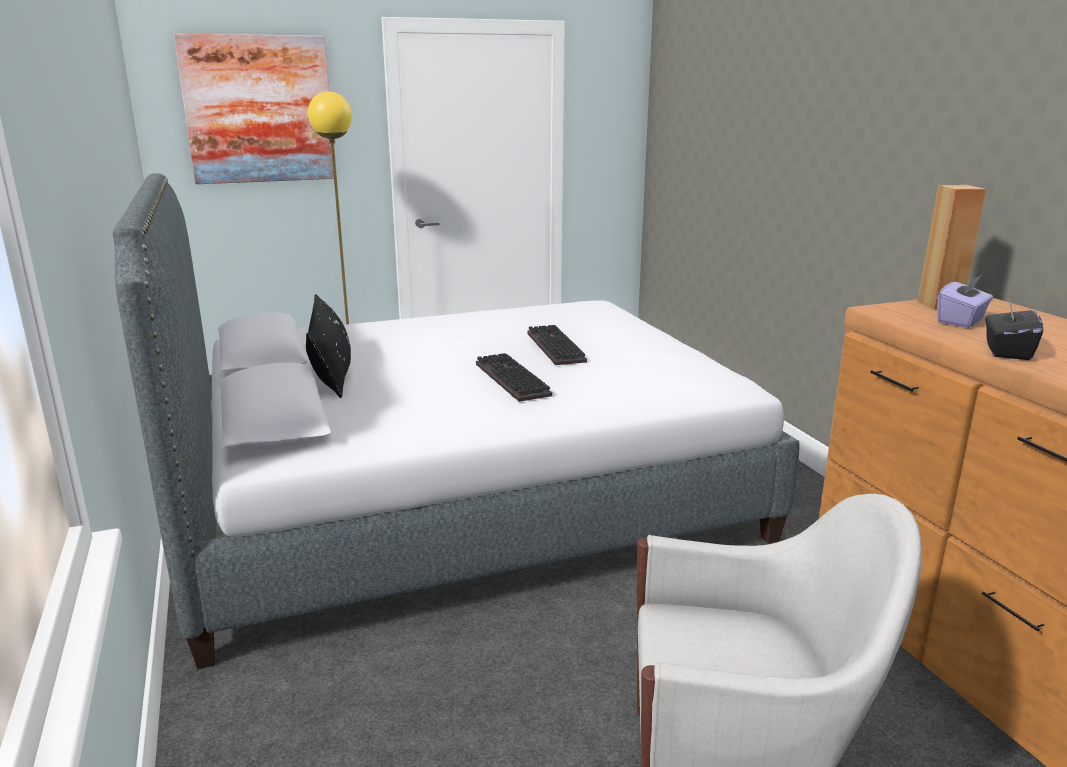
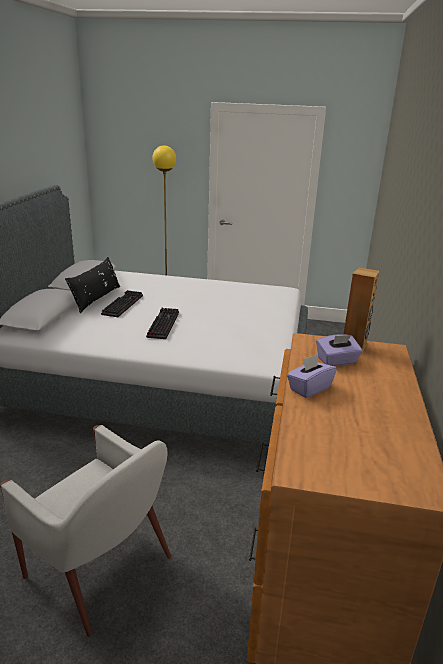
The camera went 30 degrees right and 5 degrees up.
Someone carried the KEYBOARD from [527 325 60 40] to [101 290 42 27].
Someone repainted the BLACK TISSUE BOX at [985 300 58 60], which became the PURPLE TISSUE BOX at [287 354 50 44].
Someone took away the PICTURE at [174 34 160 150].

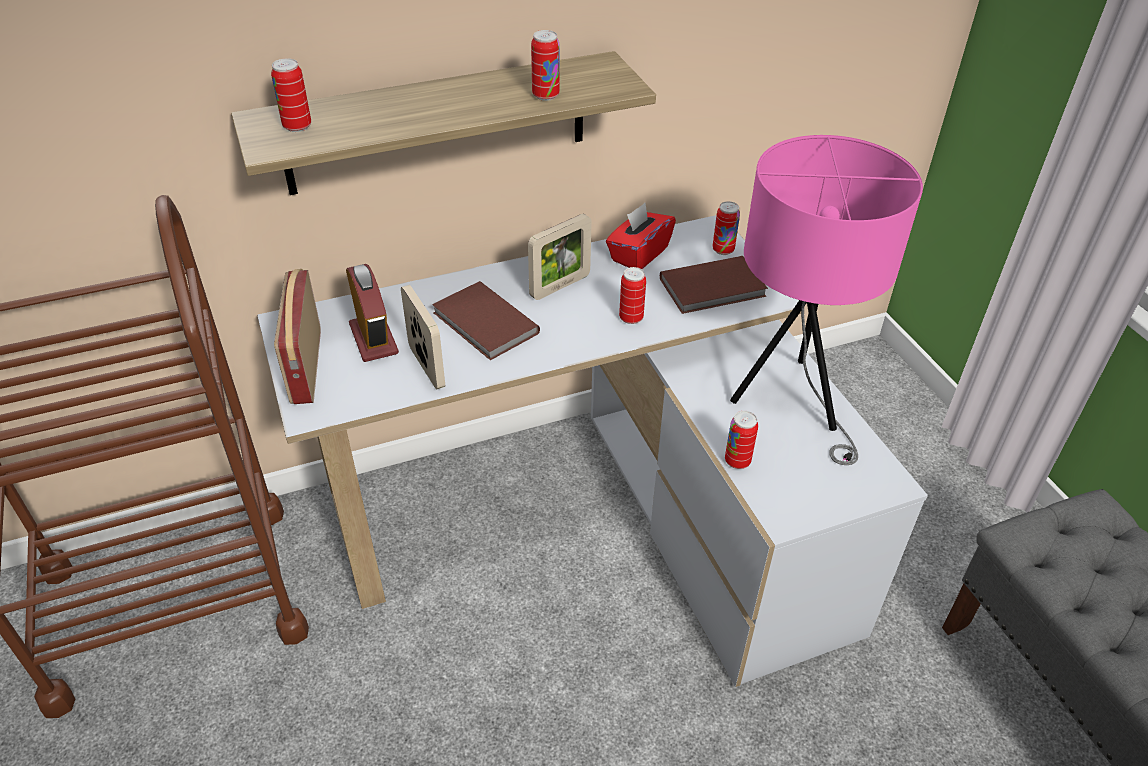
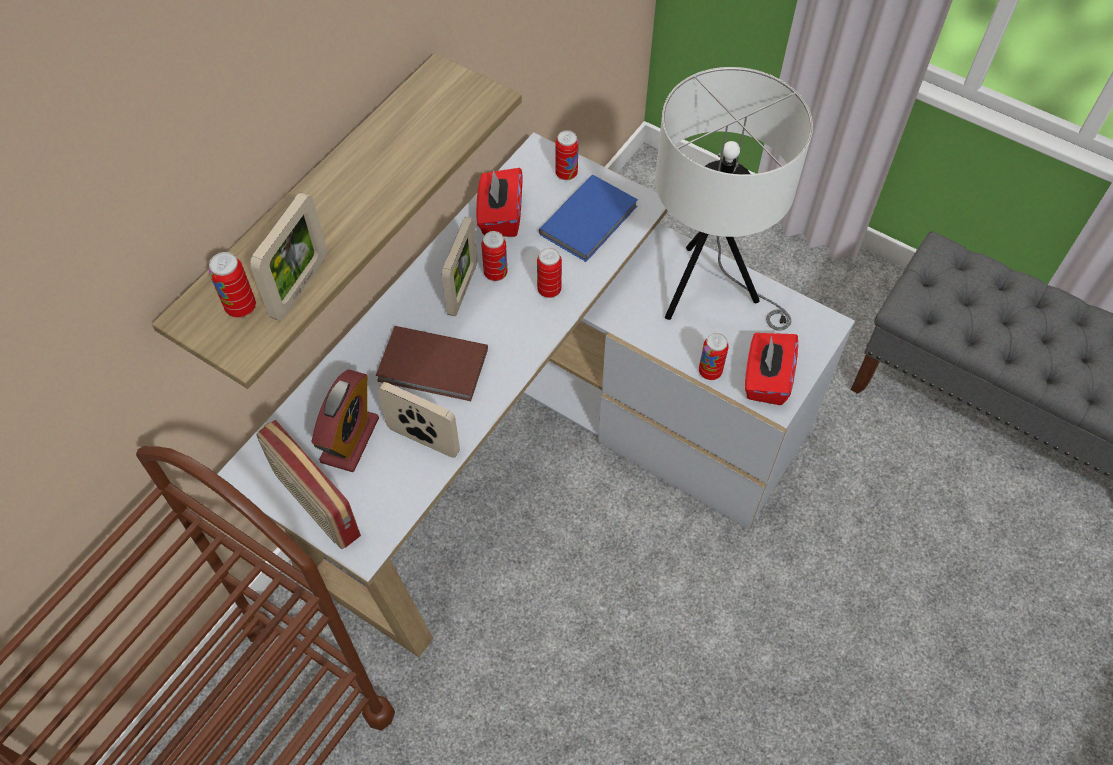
The camera went 35 degrees left and 15 degrees up.
Someone put down the PICTURE FRAME at [250 193 77 128].
Someone rotated the ALARM CLOCK at [346 264 53 98] by 75 degrees clockwise.
Someone carried the CAN from [531 30 29 71] to [481 231 27 50].
Someone repainted the BROWN BOOK at [660 256 108 58], which became the BLUE BOOK at [539 175 99 87].
Someone repainted the PINK TABLE LAMP at [730 135 193 330], which became the WHITE TABLE LAMP at [655 67 158 264].
Someone put down the RED TISSUE BOX at [745 333 53 72].

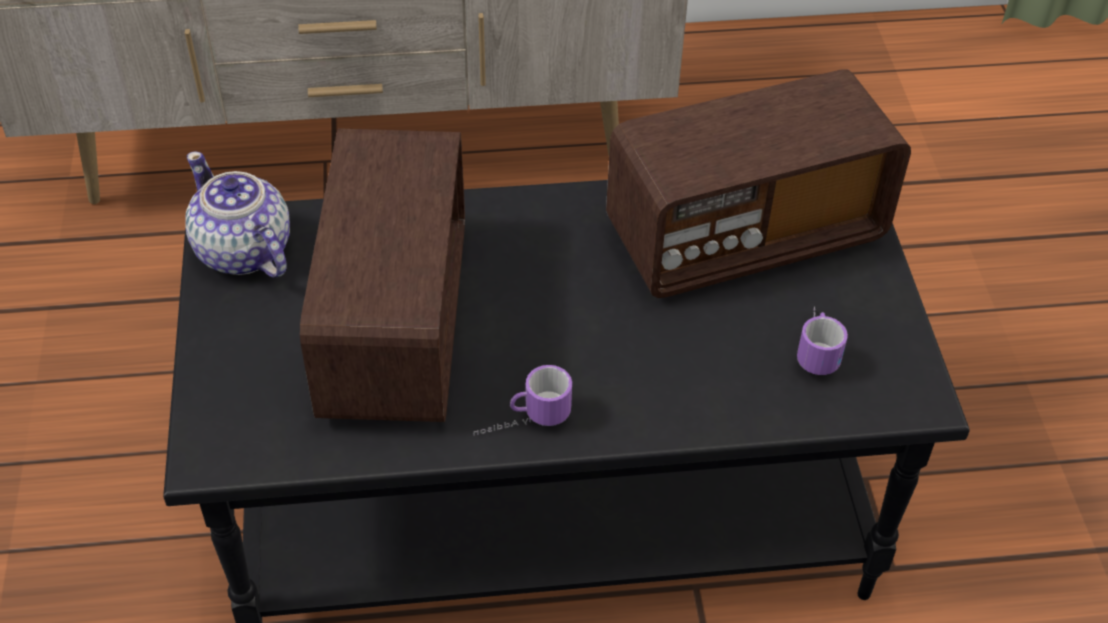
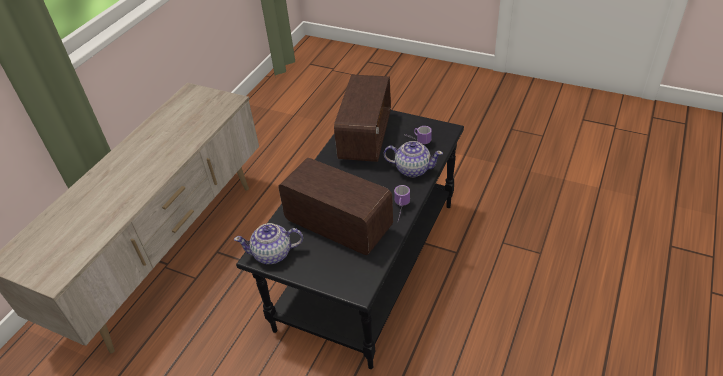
The camera went 55 degrees left and 5 degrees down.
Someone put down the TEAPOT at [384 141 59 36].

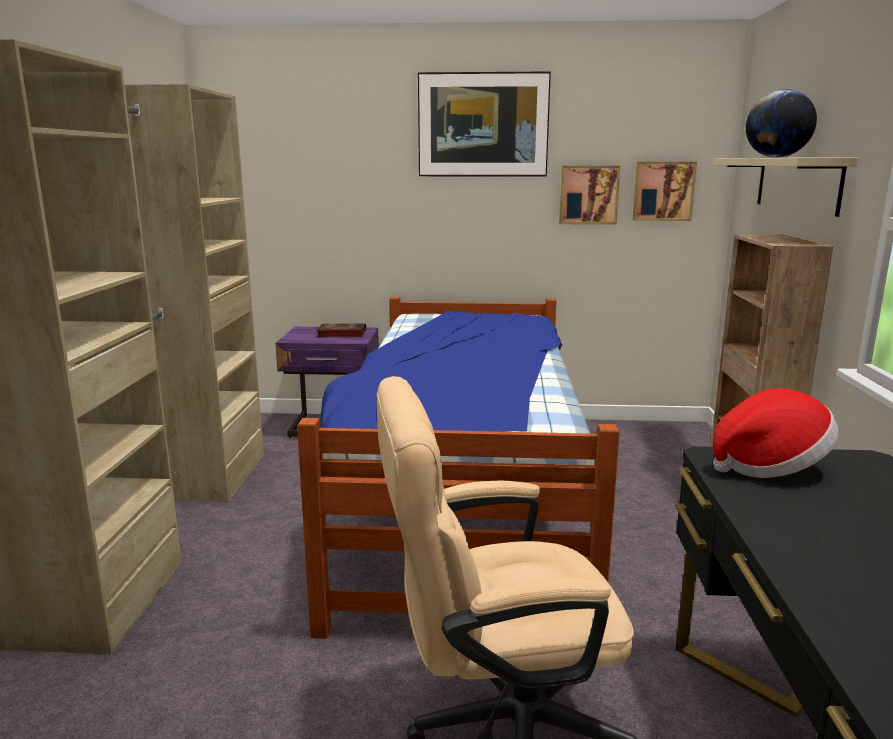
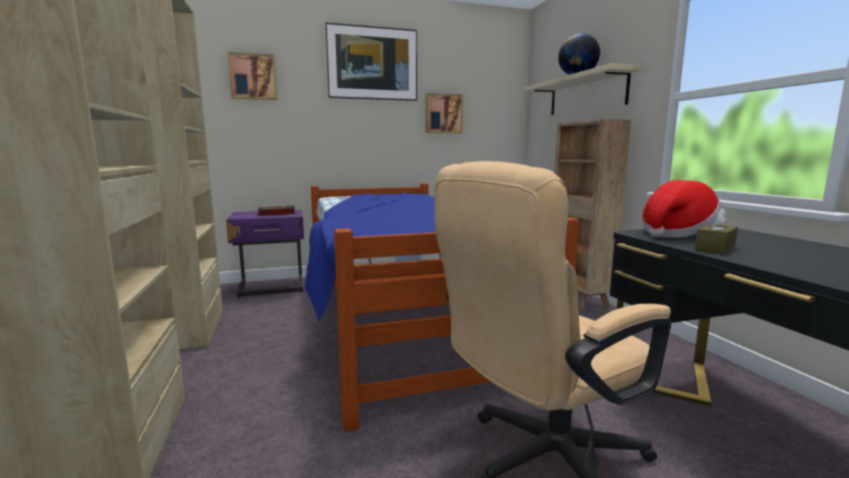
The camera went 20 degrees left and 5 degrees down.
Someone carried the PICTURE from [633 162 64 59] to [228 52 49 48].
Someone put down the BROWN TISSUE BOX at [695 208 43 46].

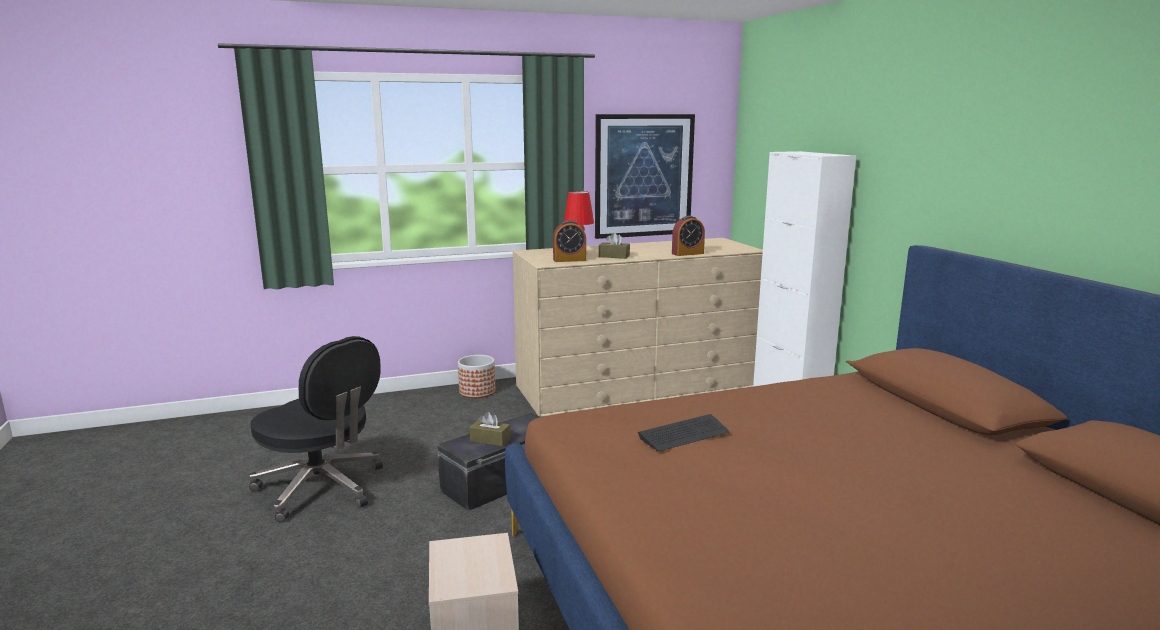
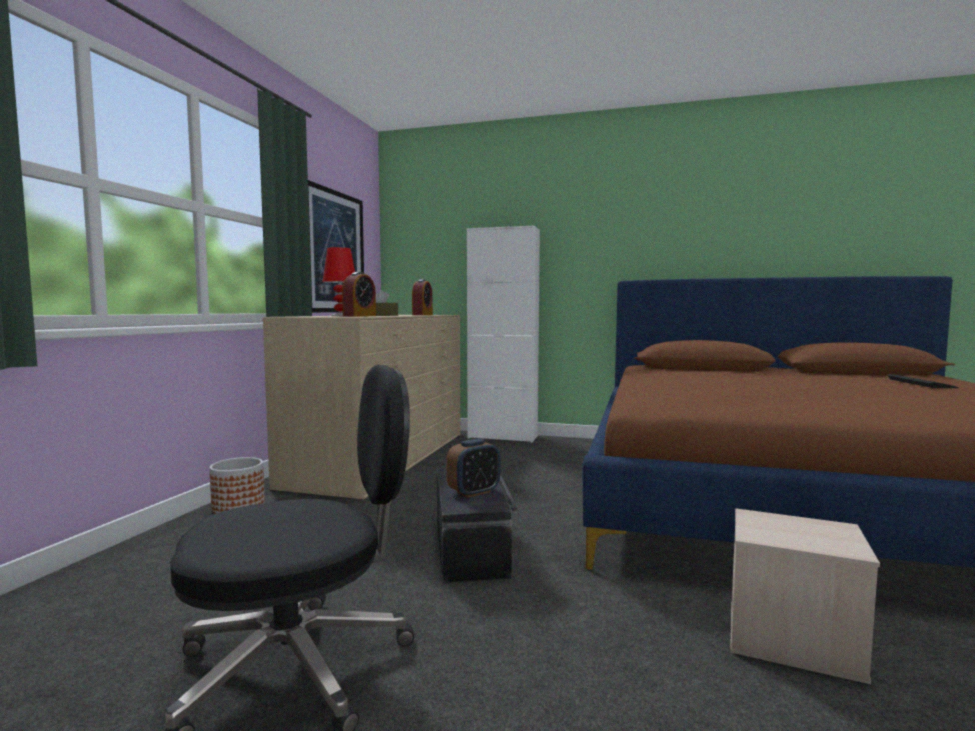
The camera went 55 degrees left and 10 degrees down.
Someone swapped the BROWN TISSUE BOX at [469 412 42 35] for the ALARM CLOCK at [446 439 54 59].
Someone carried the KEYBOARD from [638 414 91 37] to [887 374 72 14].

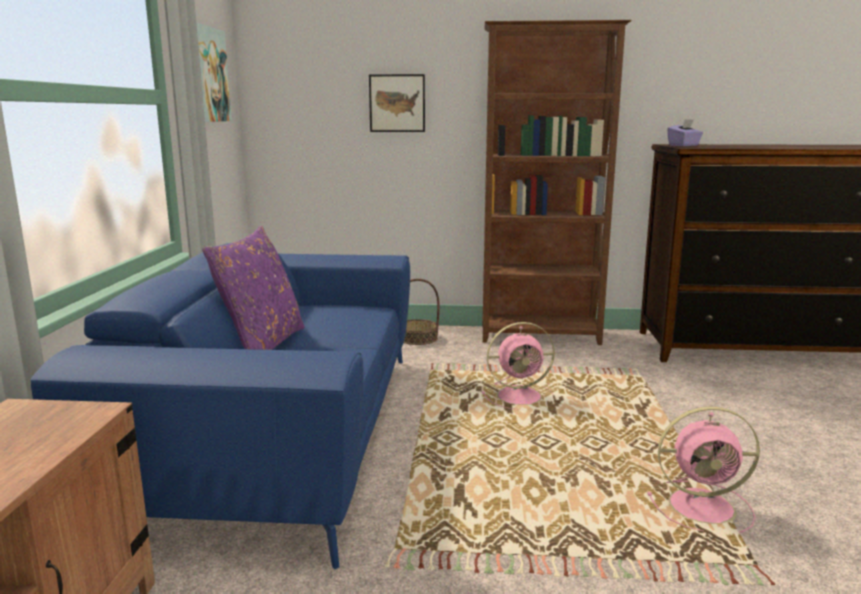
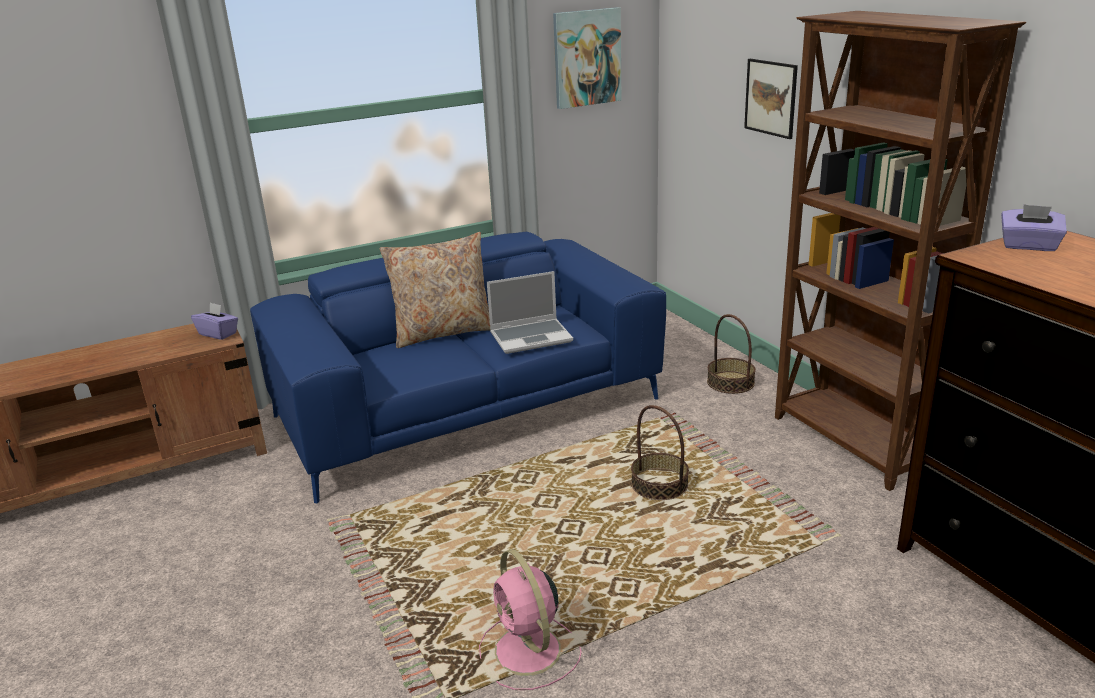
The camera went 60 degrees right and 10 degrees up.
Someone put down the PURPLE TISSUE BOX at [191 302 47 38].
Someone repainted the PURPLE PILLOW at [202 226 103 124], which became the BEIGE PILLOW at [380 232 110 116].
Someone put down the LAPTOP at [487 271 86 83].
Someone swapped the PINK FAN at [482 322 73 87] for the BASKET at [631 405 58 95].

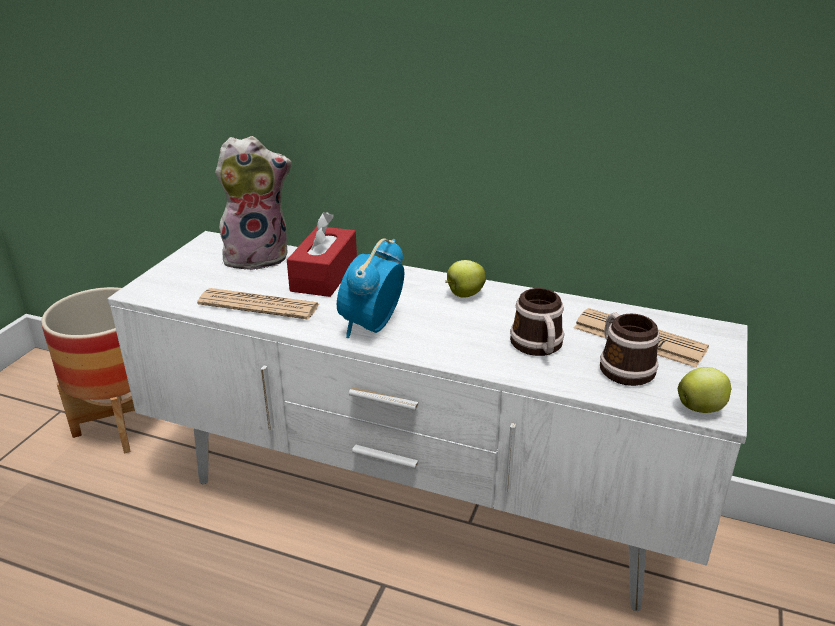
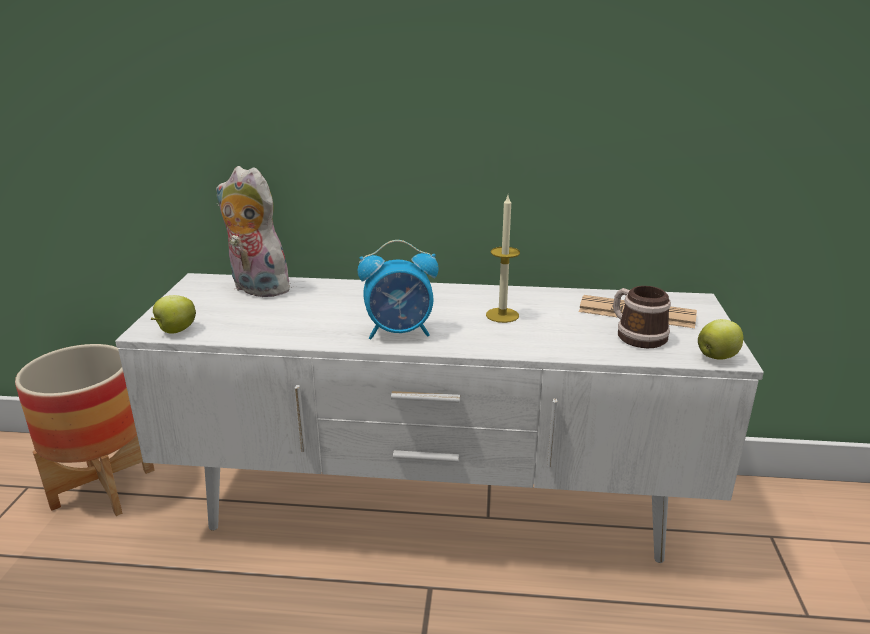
The camera went 15 degrees left and 5 degrees down.
Someone carried the APPLE from [445 260 41 38] to [151 295 45 39].
Someone rotated the PLUSH TOY at [215 136 77 134] by 120 degrees counterclockwise.
Someone rotated the ALARM CLOCK at [337 238 67 100] by 105 degrees counterclockwise.
Someone put down the CANDLE at [486 196 34 127].
Someone took away the NEWSPAPER at [197 288 123 32].
Someone took away the RED TISSUE BOX at [287 212 70 85].
Someone took away the MUG at [510 288 54 68].

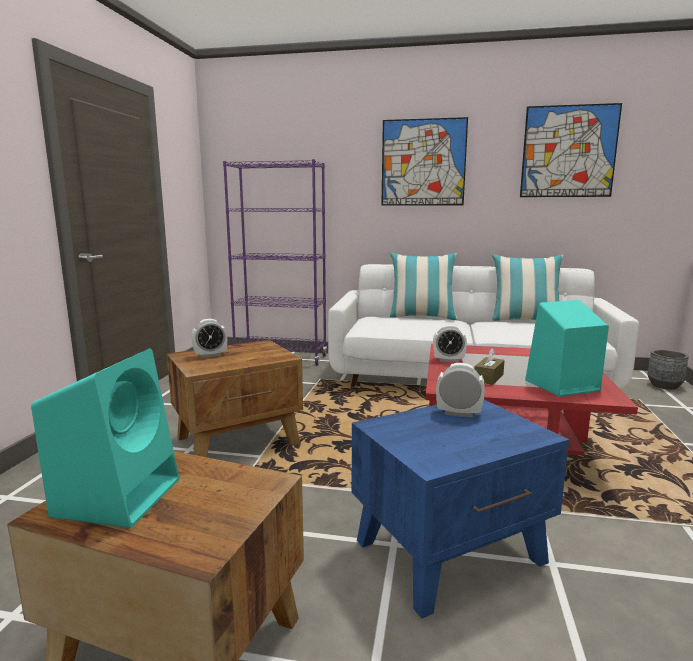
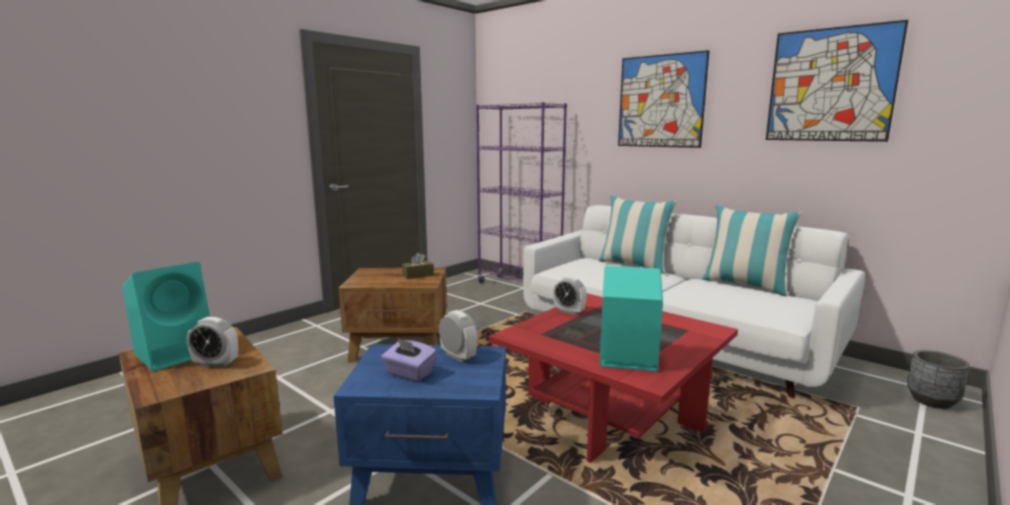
The camera went 30 degrees right and 0 degrees up.
Someone carried the ALARM CLOCK from [191 319 36 39] to [187 317 51 51].
Someone put down the PURPLE TISSUE BOX at [381 338 56 44].
Someone carried the BROWN TISSUE BOX from [474 348 31 37] to [402 252 32 27].

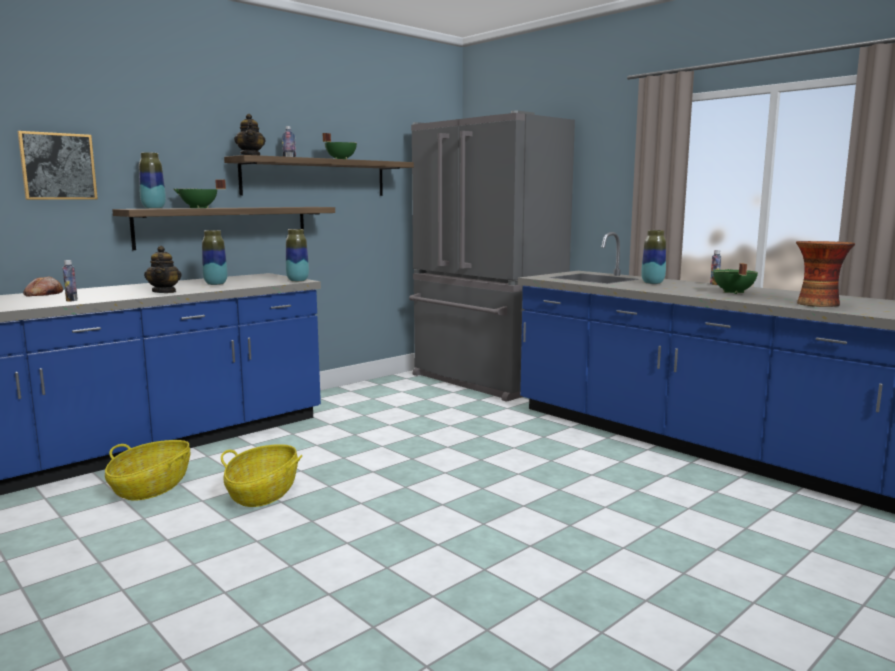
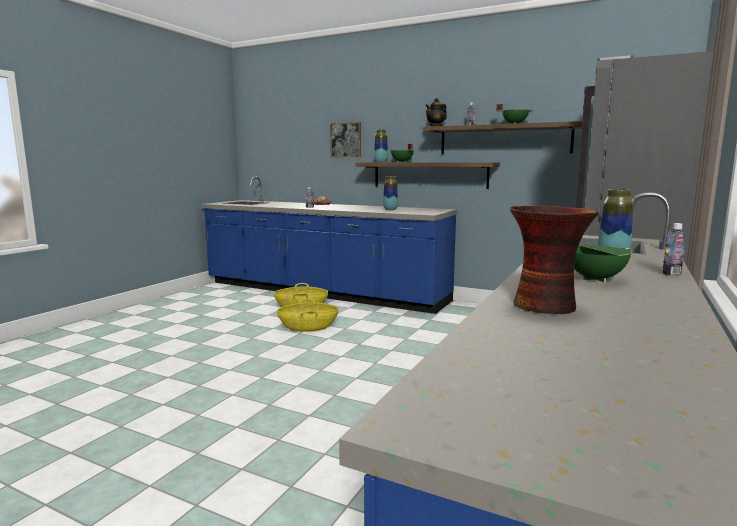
The camera went 70 degrees right and 0 degrees up.
Someone took away the TEAPOT at [144 246 37 47].
Someone took away the VASE at [286 229 23 53].

